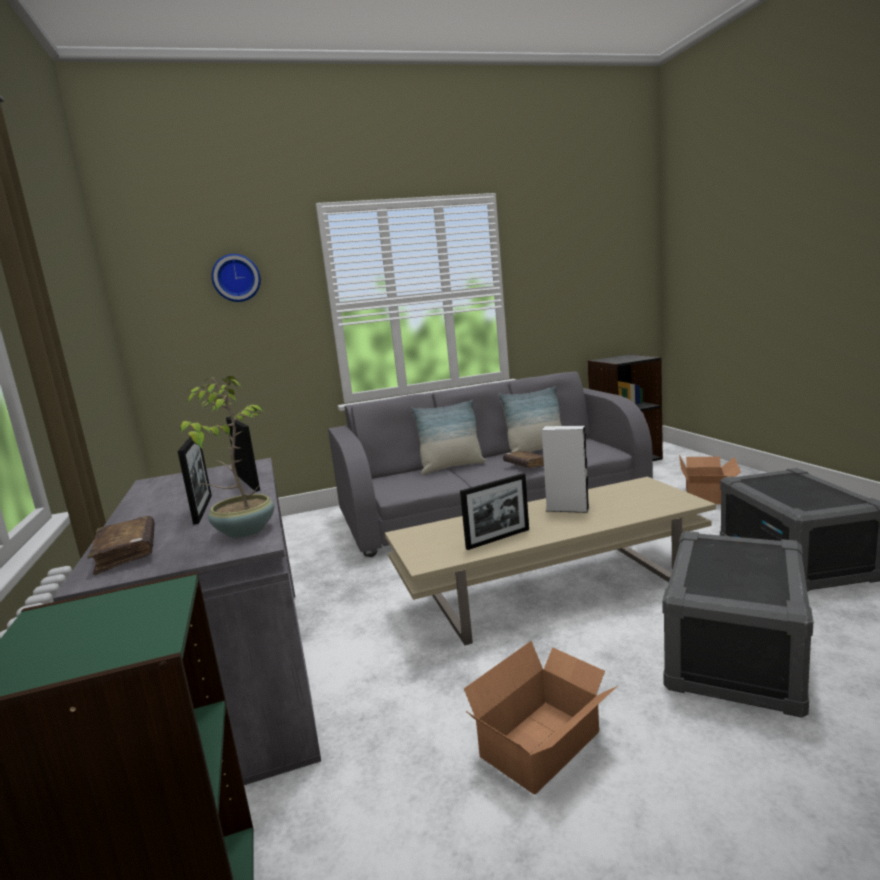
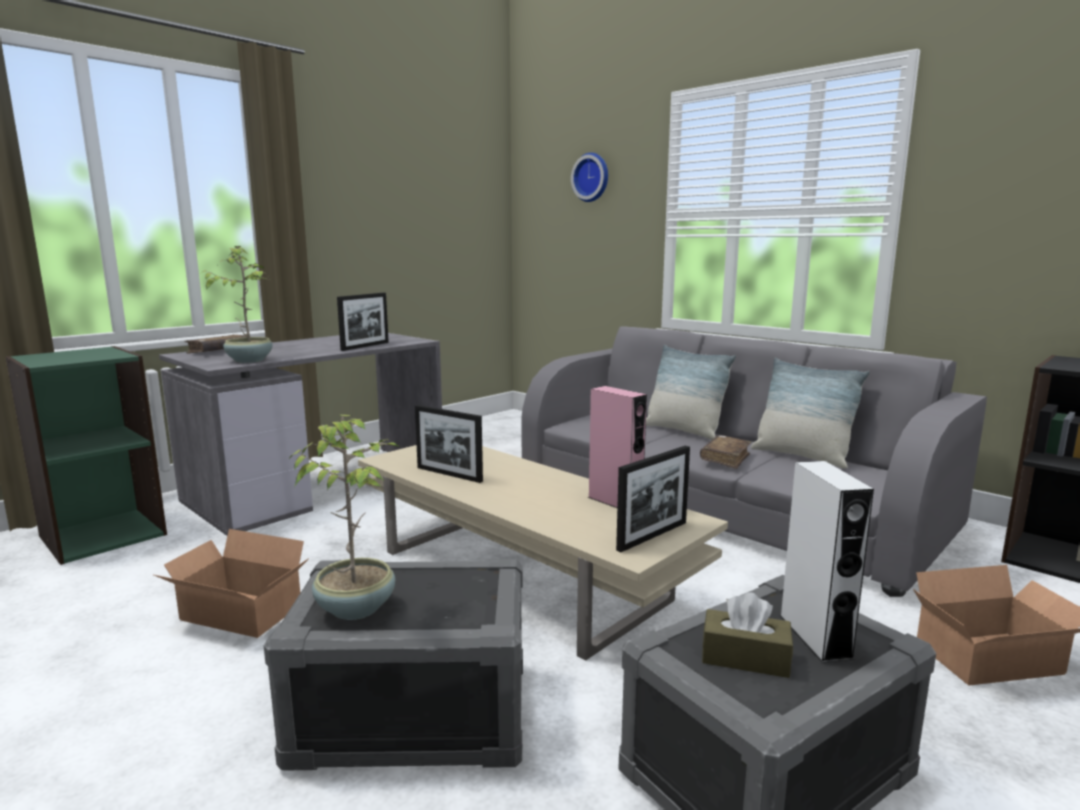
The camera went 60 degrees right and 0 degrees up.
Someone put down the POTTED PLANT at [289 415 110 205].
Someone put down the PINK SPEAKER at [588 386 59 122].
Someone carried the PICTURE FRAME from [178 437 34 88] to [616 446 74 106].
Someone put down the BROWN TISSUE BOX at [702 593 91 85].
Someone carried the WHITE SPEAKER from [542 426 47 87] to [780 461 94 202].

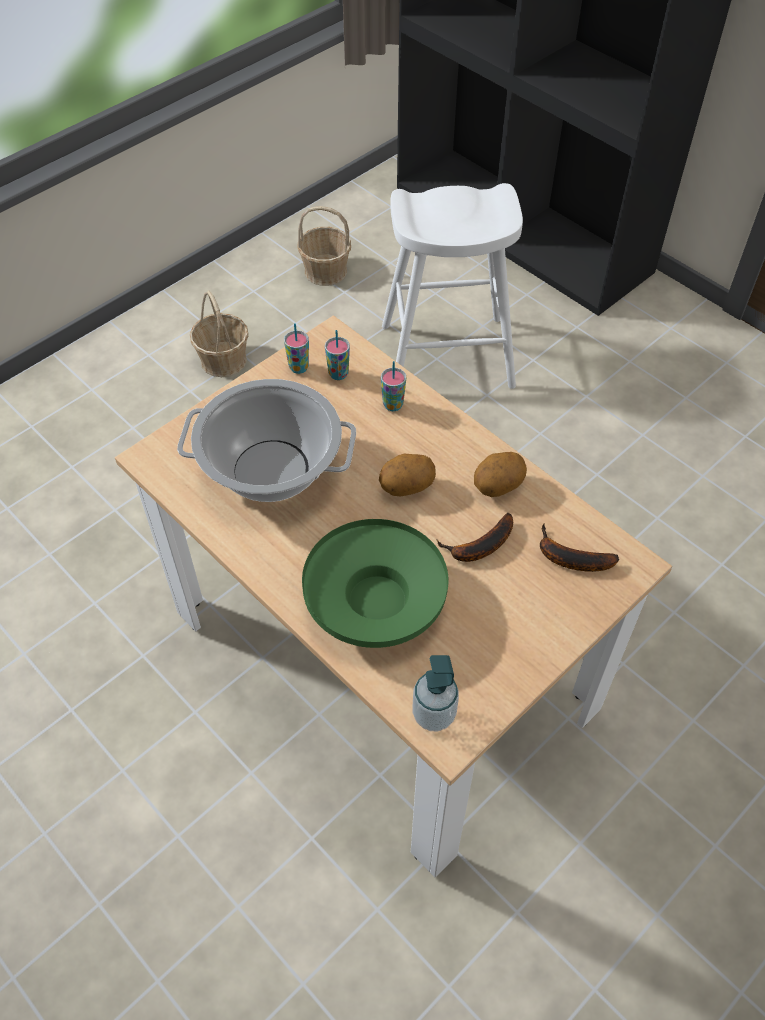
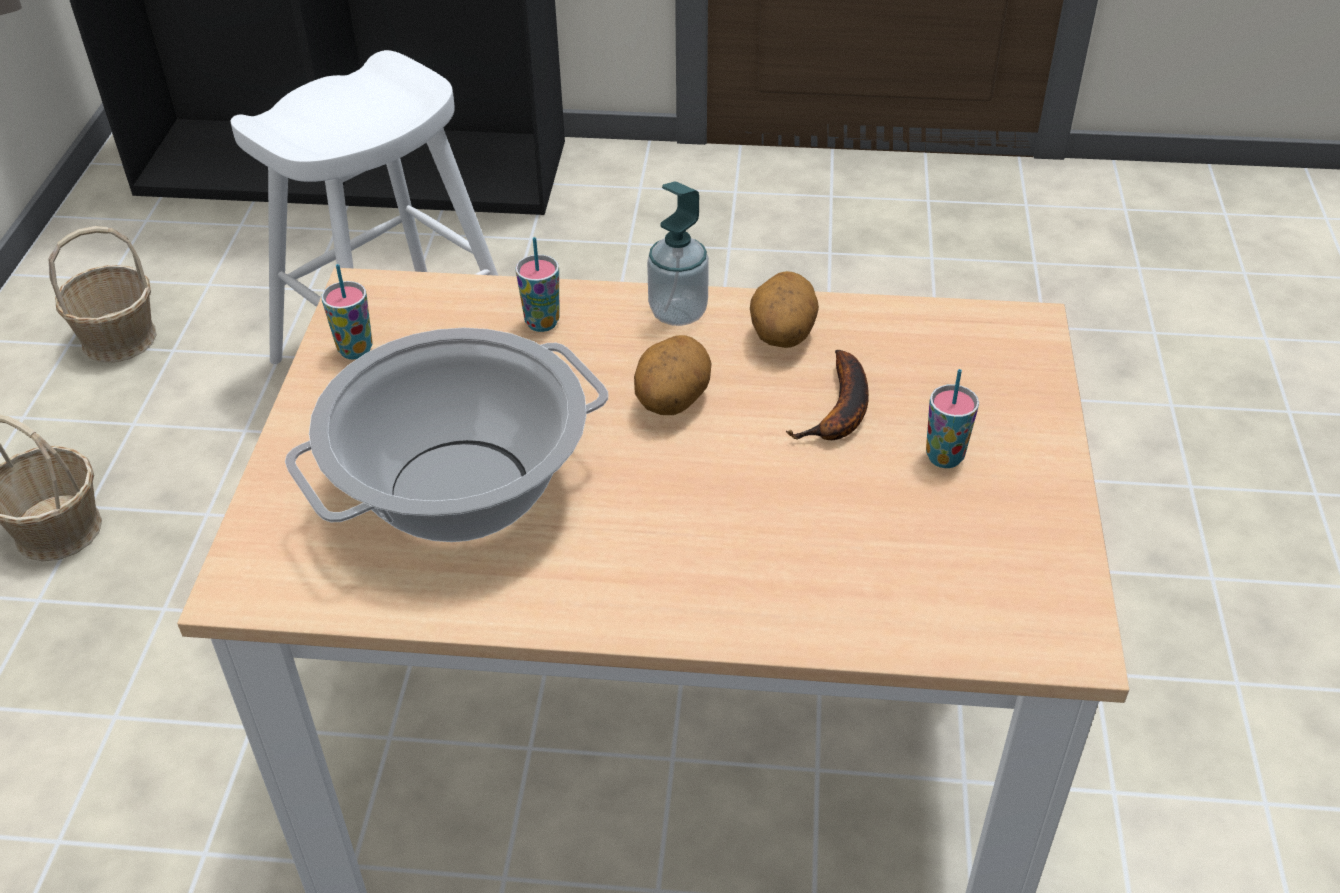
The camera went 40 degrees left and 10 degrees down.
Someone carried the SOAP DISPENSER from [413 655 46 76] to [647 181 62 145].
Someone carried the CUP from [325 330 25 50] to [926 369 53 99].
Someone took away the GREEN BOWL at [302 519 147 129].
Someone took away the BANANA at [540 523 79 49].

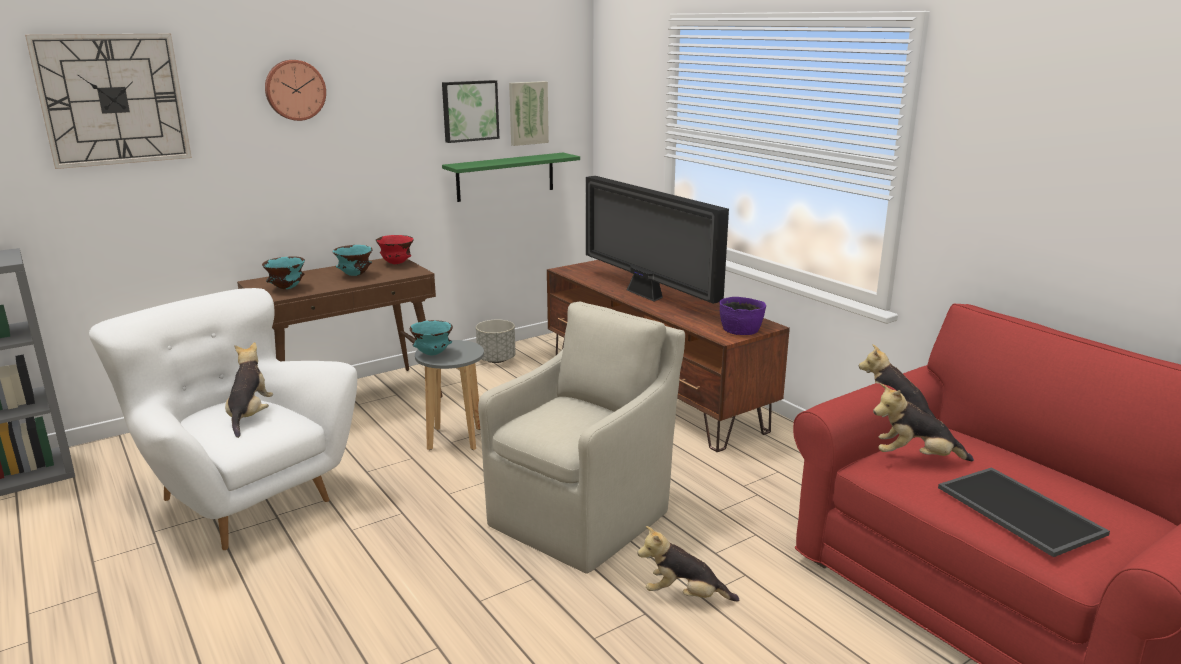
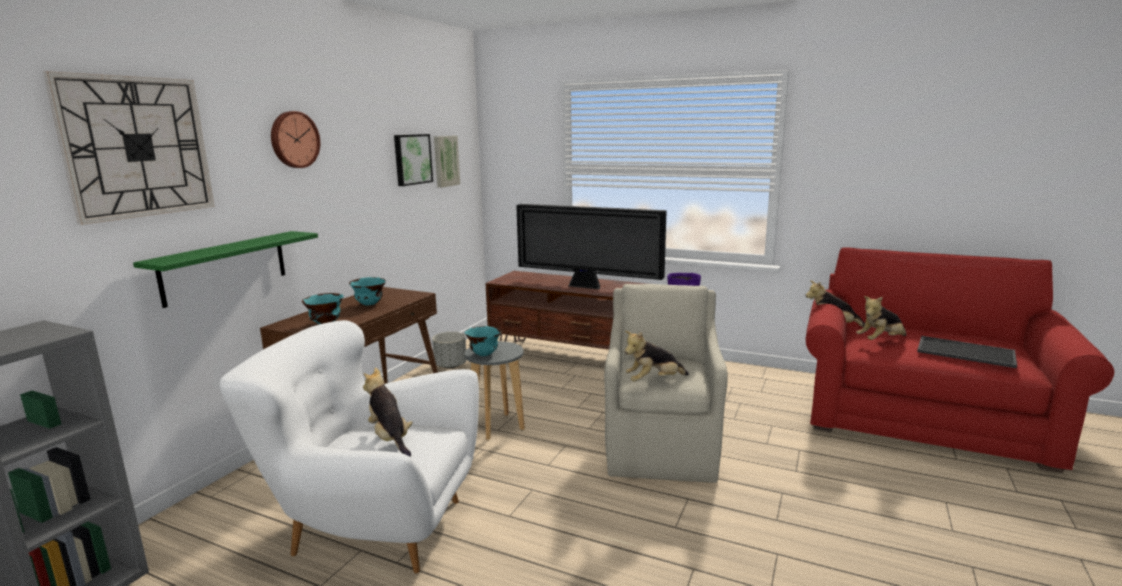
The camera went 30 degrees left and 5 degrees down.
Someone carried the GREEN SHELF from [442 153 138 49] to [133 231 185 77].
Someone carried the PLUSH TOY from [637 526 102 75] to [625 331 64 51].
Someone took away the RED BOWL at [376 235 38 29].

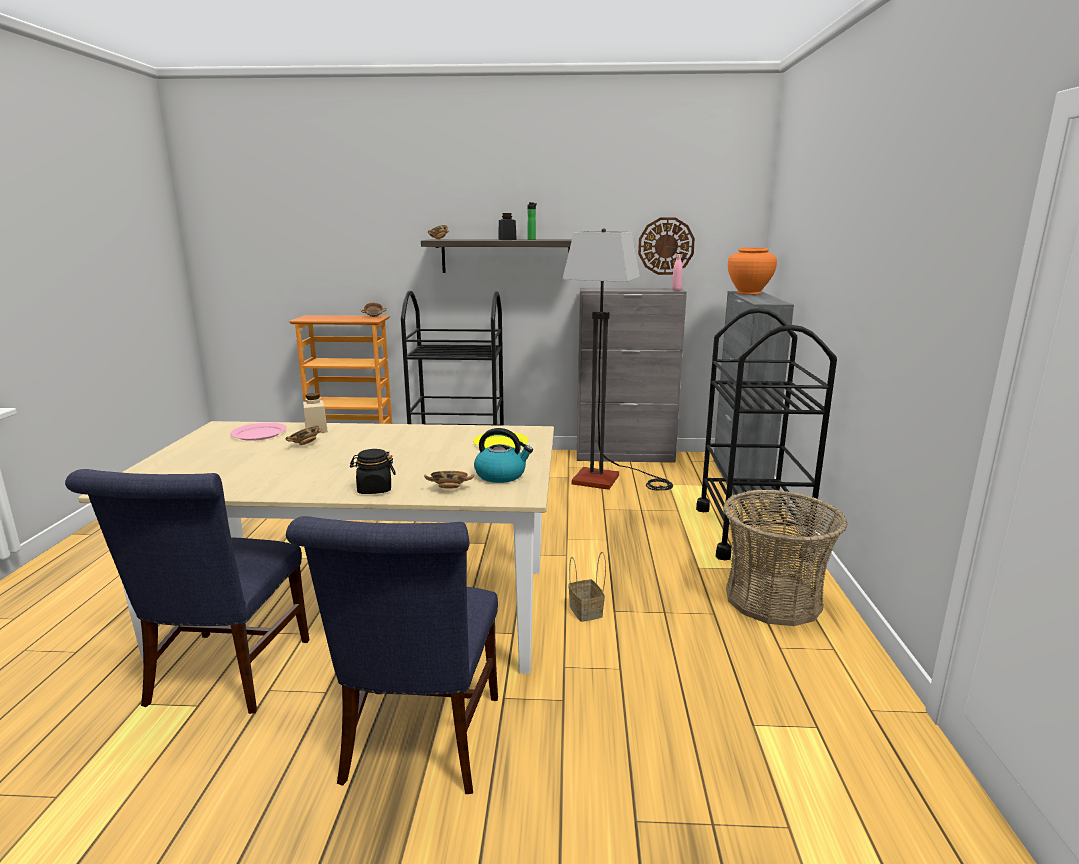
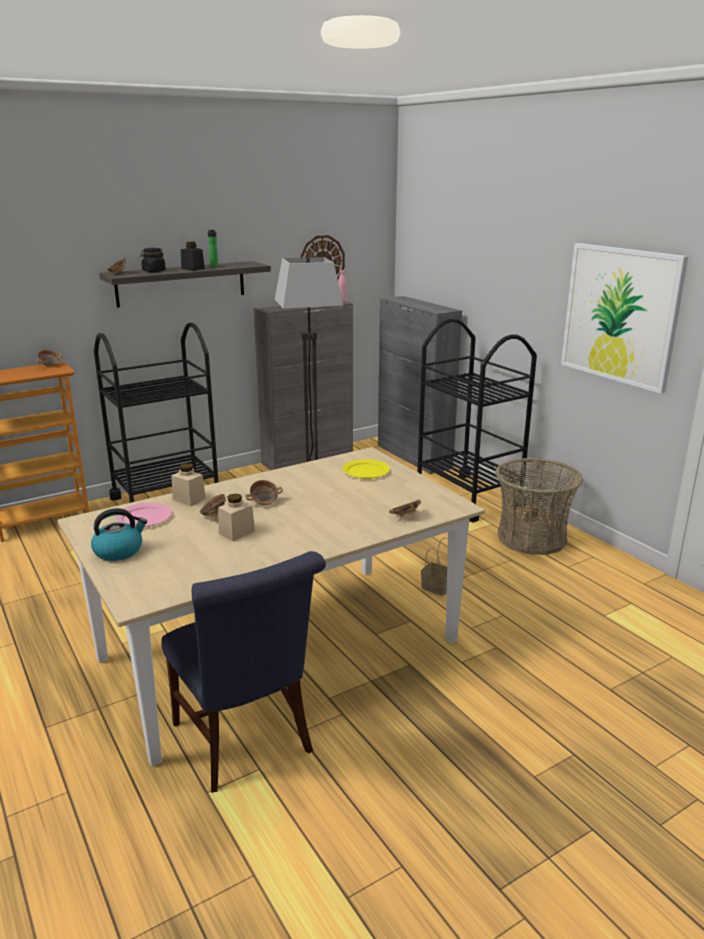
The camera went 35 degrees left and 5 degrees up.
Someone carried the KETTLE from [474 428 59 55] to [91 508 56 53].
Someone carried the BLACK JAR from [350 449 45 45] to [140 248 26 24].
Someone put down the BEIGE JAR at [218 493 37 48].
Someone put down the BOWL at [245 480 38 25].
Someone put up the PICTURE at [561 243 127 151].
Someone took away the BLUE CHAIR at [286 516 212 278].
Someone took away the ORANGE VASE at [728 248 49 47].

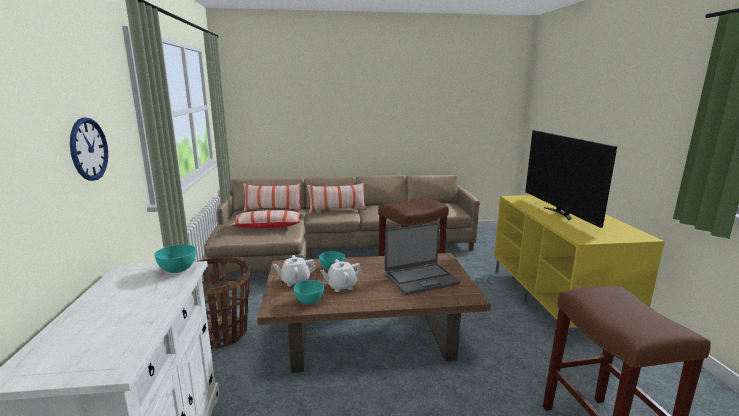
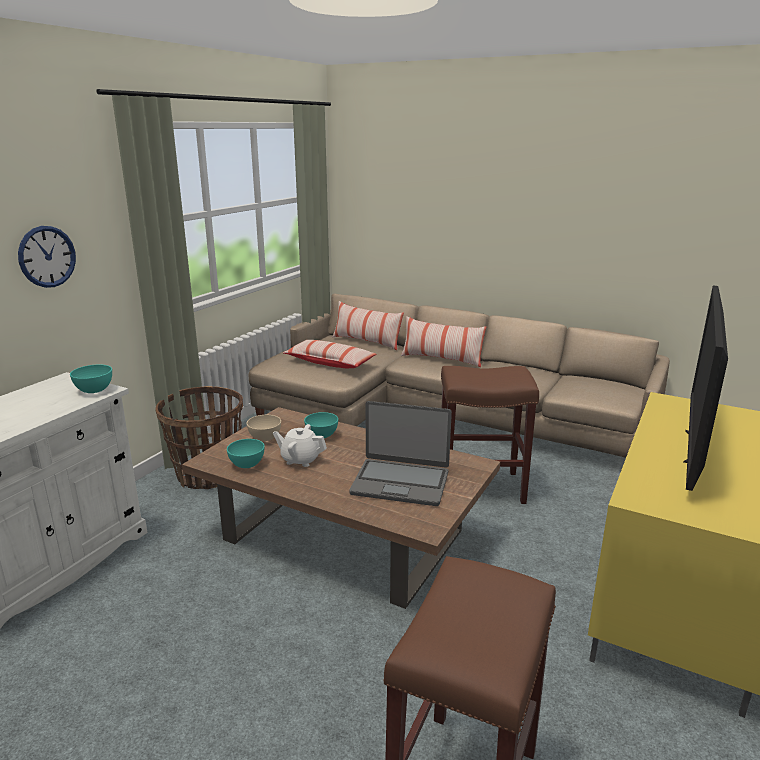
The camera went 35 degrees right and 5 degrees up.
Someone swapped the WHITE TEAPOT at [273 255 43 31] for the BEIGE BOWL at [247 415 34 26].

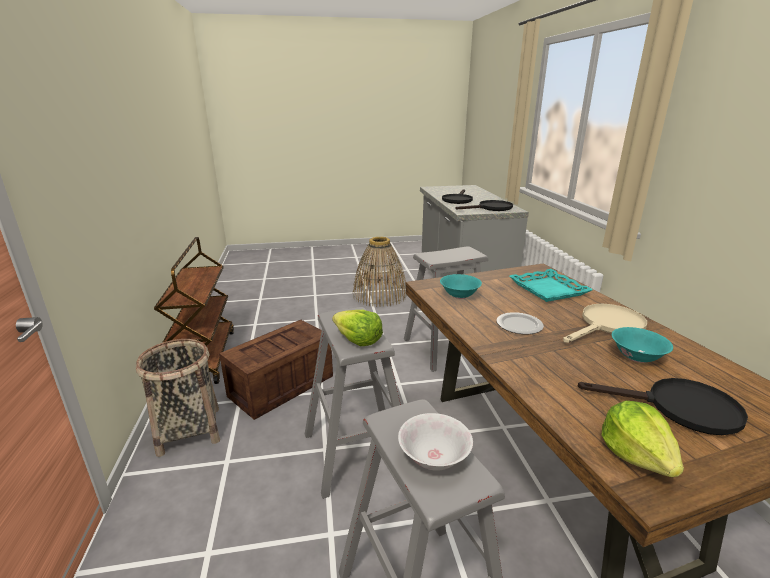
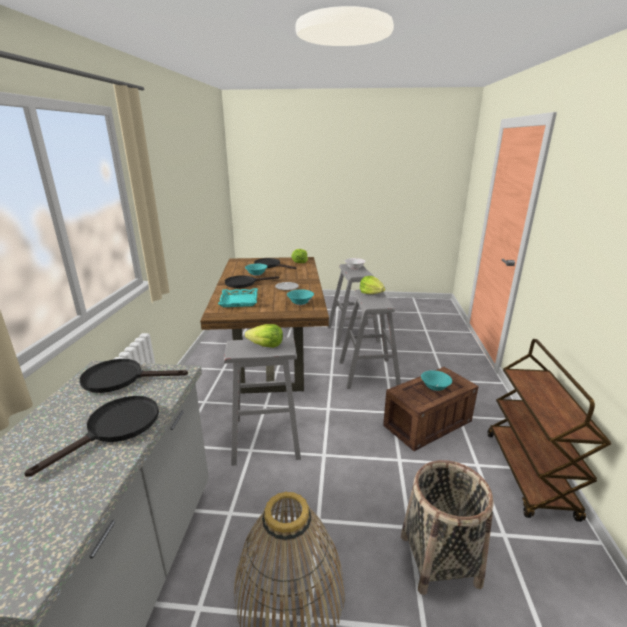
The camera went 165 degrees left and 0 degrees up.
Someone repainted the BEIGE FRYING PAN at [563 304 84 39], which became the BLACK FRYING PAN at [225 275 55 13].
Someone put down the LETTUCE at [245 324 38 24].
Someone carried the BASKET from [136 339 84 118] to [401 460 93 135].
Someone put down the TURQUOISE BOWL at [421 370 31 21].

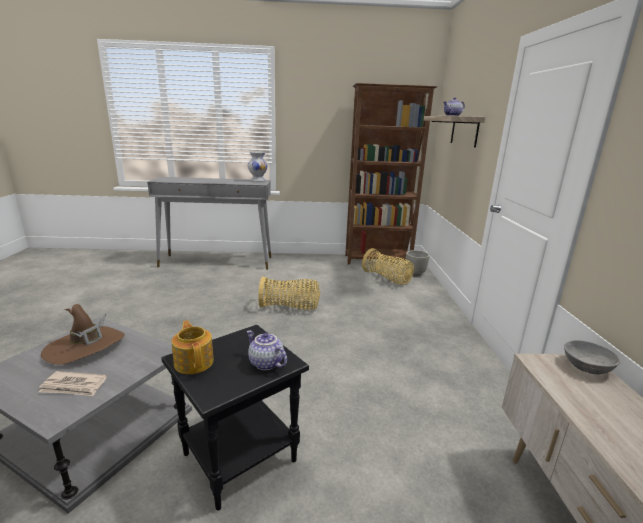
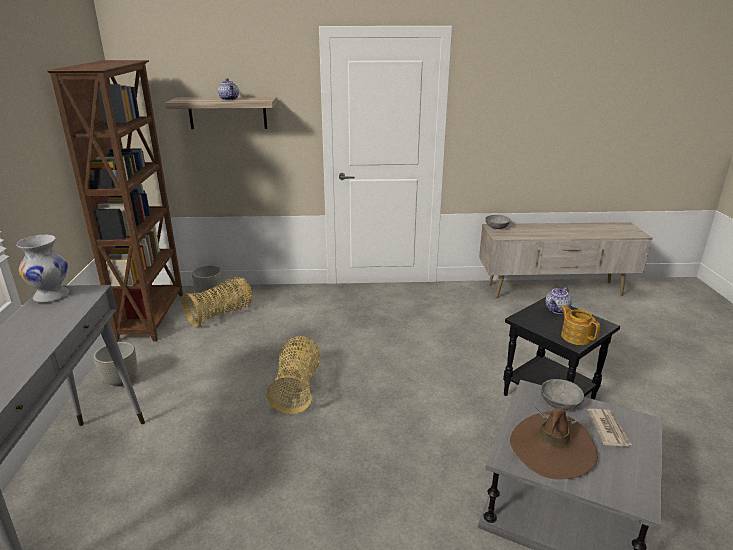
The camera went 90 degrees left and 5 degrees up.
Someone put down the GREY PLANTER at [93 342 44 45].
Someone put down the GREY BOWL at [541 379 43 31].
Someone rotated the TEAPOT at [172 320 42 54] by 90 degrees clockwise.

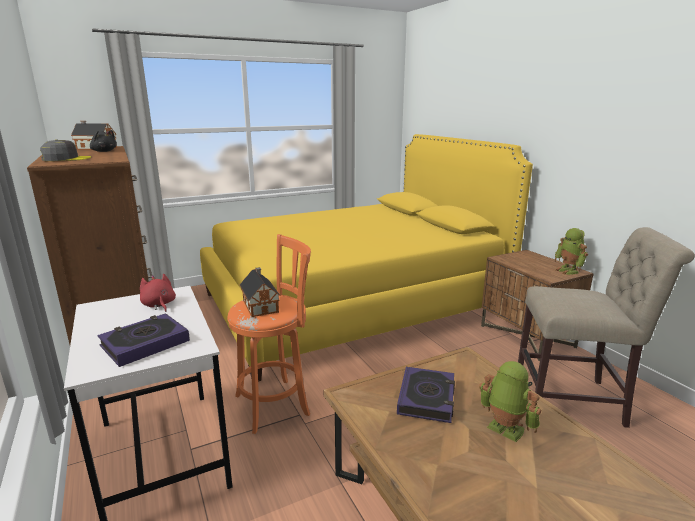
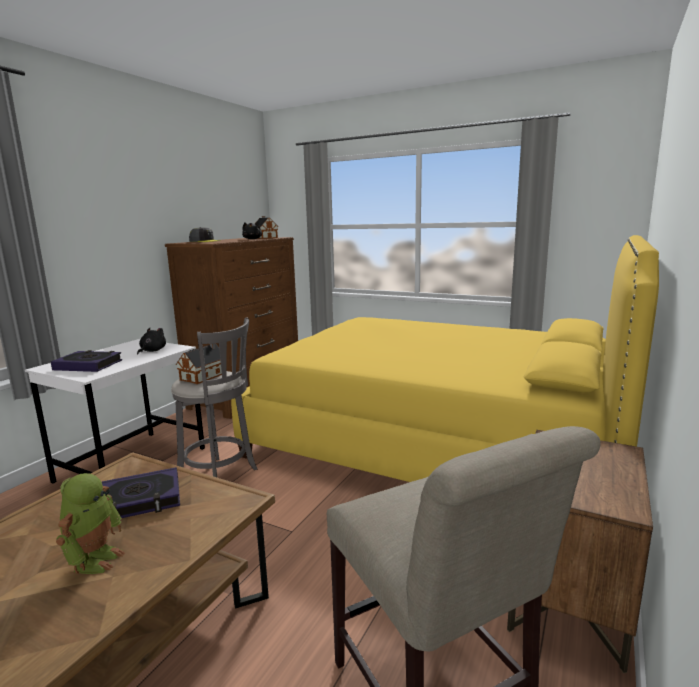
The camera went 55 degrees right and 5 degrees down.
Someone repainted the RED PLUSH TOY at [140 274 36 38], which became the BLACK PLUSH TOY at [137 328 29 27].
Someone repainted the ORANGE STOOL at [227 234 84 200], which became the GREY STOOL at [171 317 87 160].
Someone took away the TOY ROBOT at [555 228 33 47].

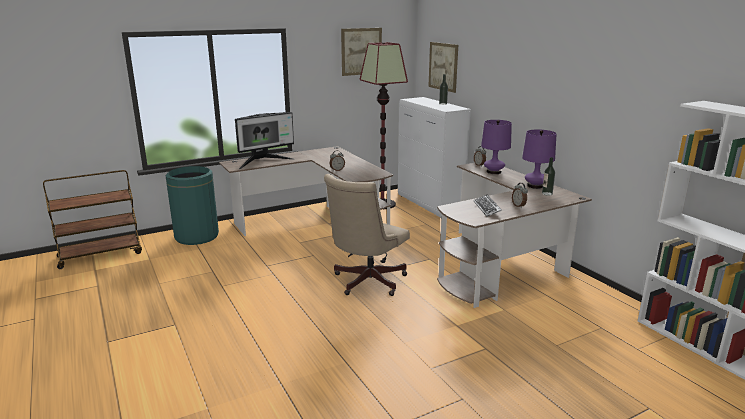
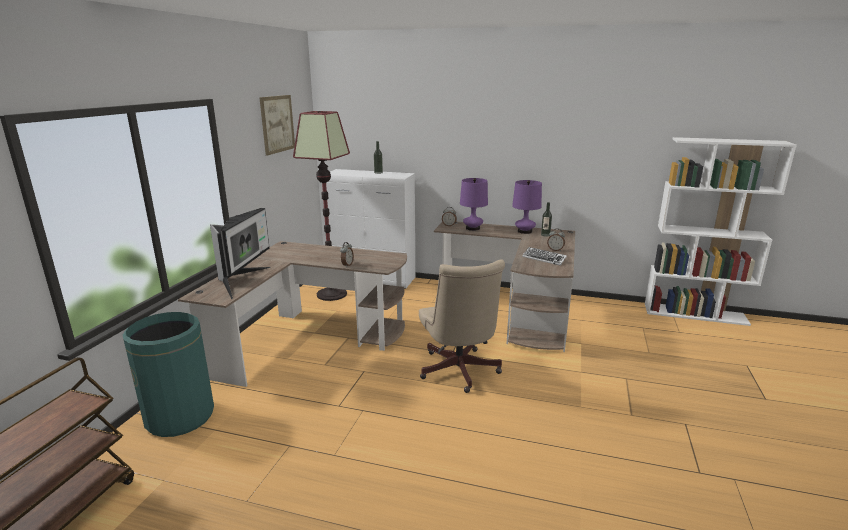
The camera went 45 degrees left and 0 degrees up.
Someone took away the PICTURE at [428 42 30 51].

